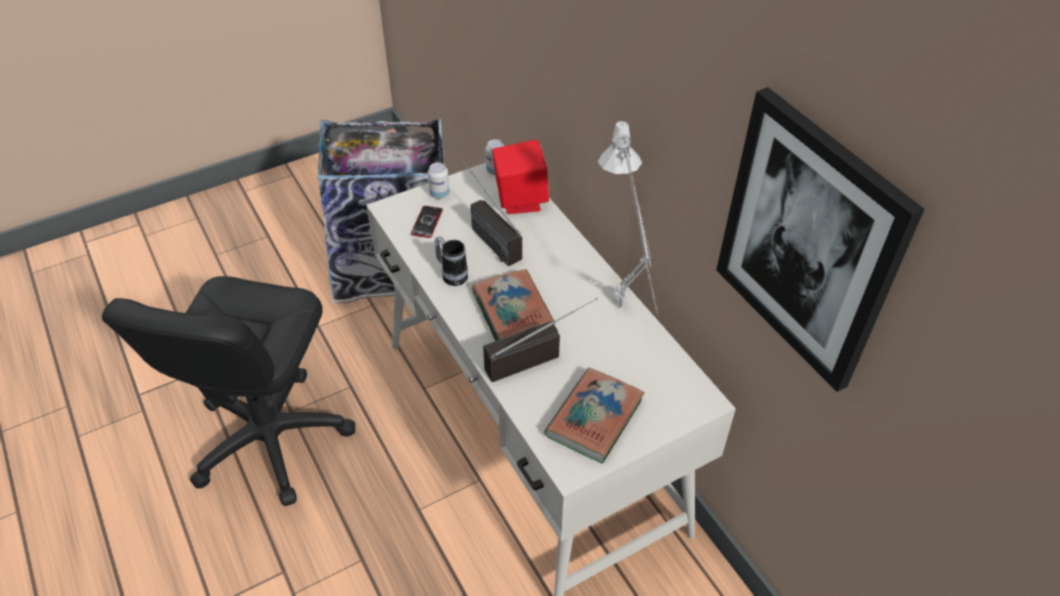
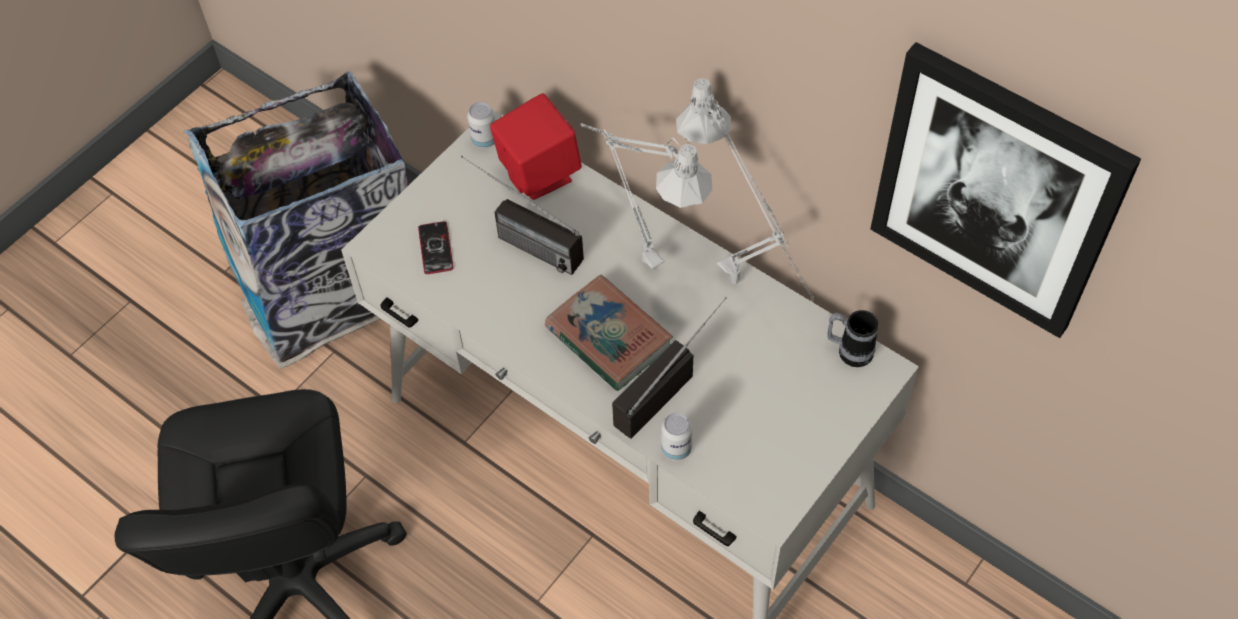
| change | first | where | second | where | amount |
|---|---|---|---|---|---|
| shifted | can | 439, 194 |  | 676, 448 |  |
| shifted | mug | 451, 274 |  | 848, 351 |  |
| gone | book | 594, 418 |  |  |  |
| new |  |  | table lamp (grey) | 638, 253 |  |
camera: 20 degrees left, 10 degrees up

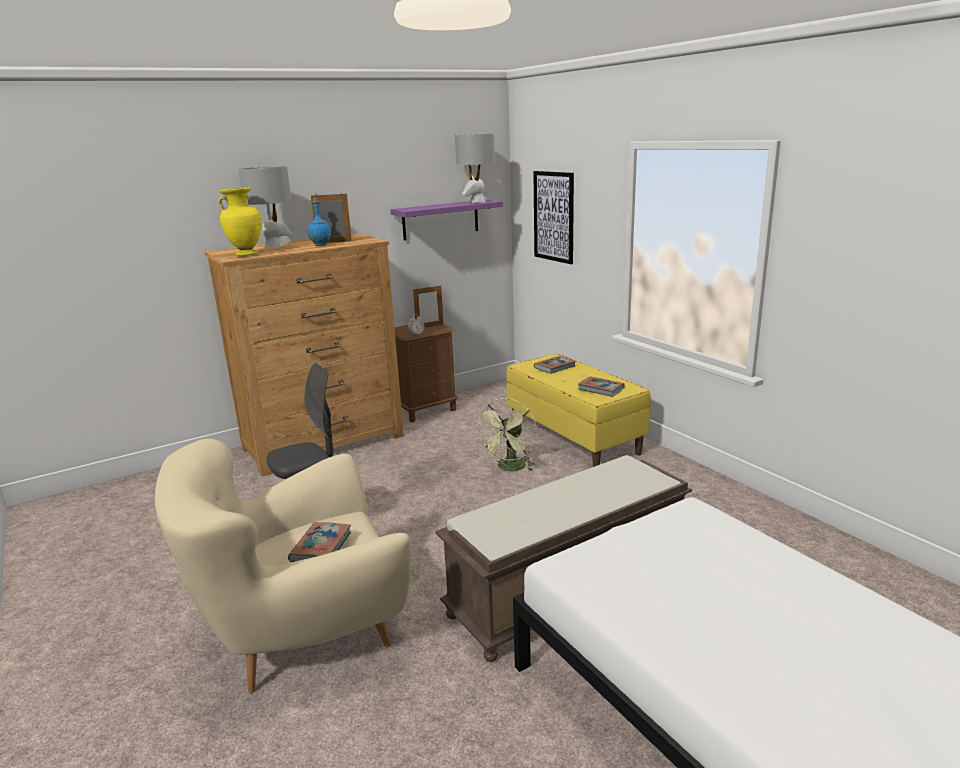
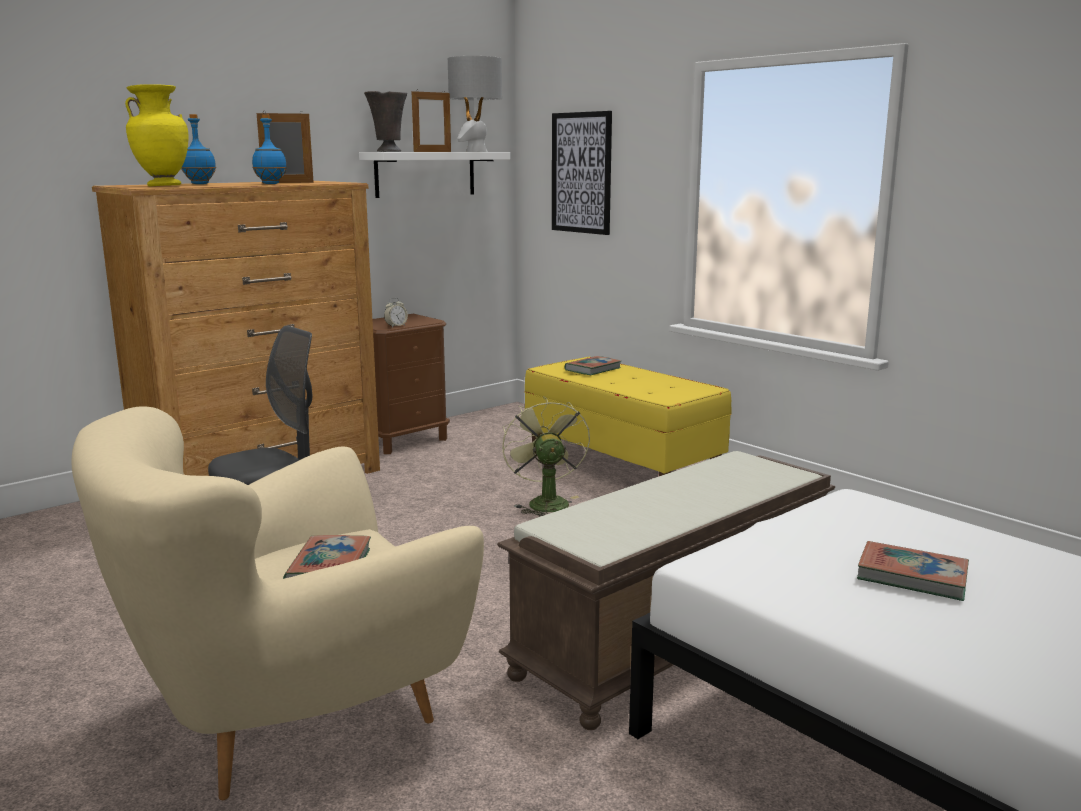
| change | first | where | second | where | amount |
|---|---|---|---|---|---|
| swapped | table lamp (grey) | 274, 246 | beverage bottle (blue) | 199, 184 |  |
| repainted | shelf (purple-coloured) | 440, 219 | shelf (whitish) | 425, 174 |  |
| shifted | standing frame | 429, 326 |  | 432, 151 |  |
| shifted | book | 601, 389 |  | 912, 577 |  |
| rotated | fan (greenish) | 510, 468 |  | 544, 502 | 150 degrees clockwise |
| new |  |  | decorative vase (grey) | 388, 151 |  |
camera: 10 degrees left, 5 degrees down

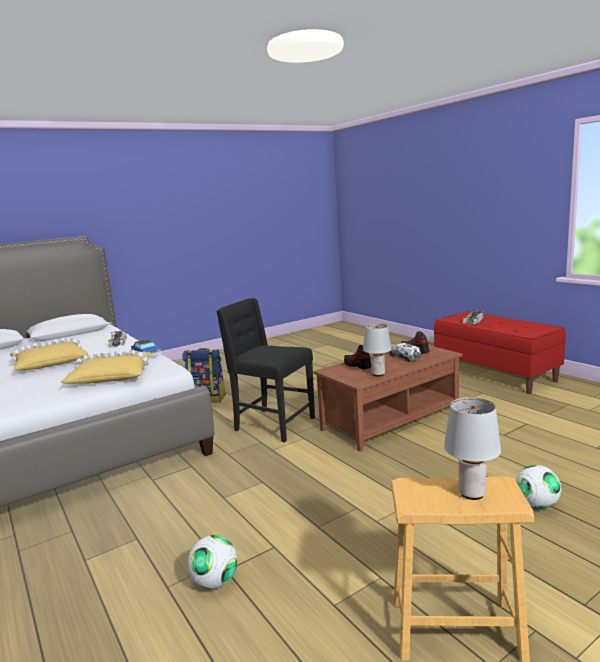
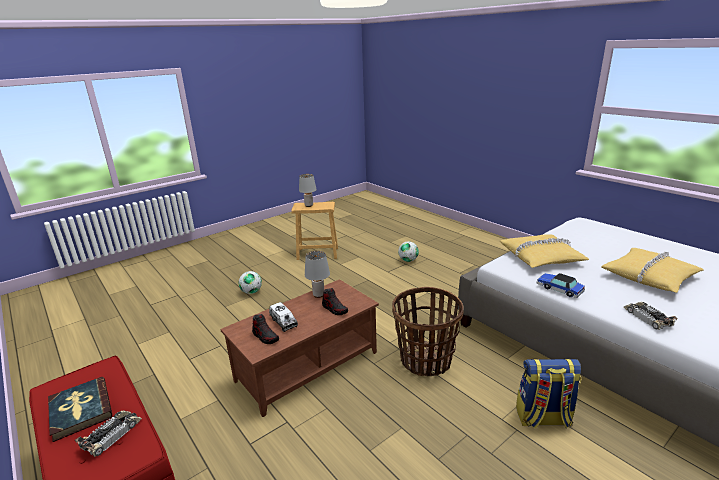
| change | first | where | second | where | amount |
|---|---|---|---|---|---|
| swapped | chair (black-coloured) | 272, 425 | household basket | 425, 360 |  |
| new |  |  | book | 80, 410 |  |
camera: 175 degrees right, 10 degrees up

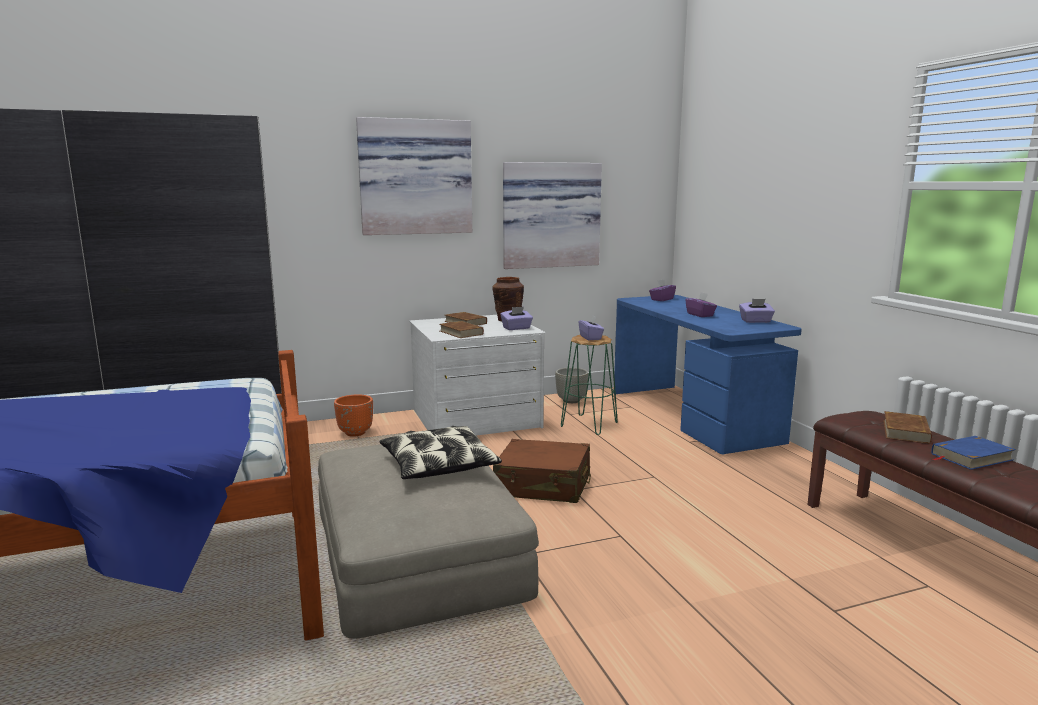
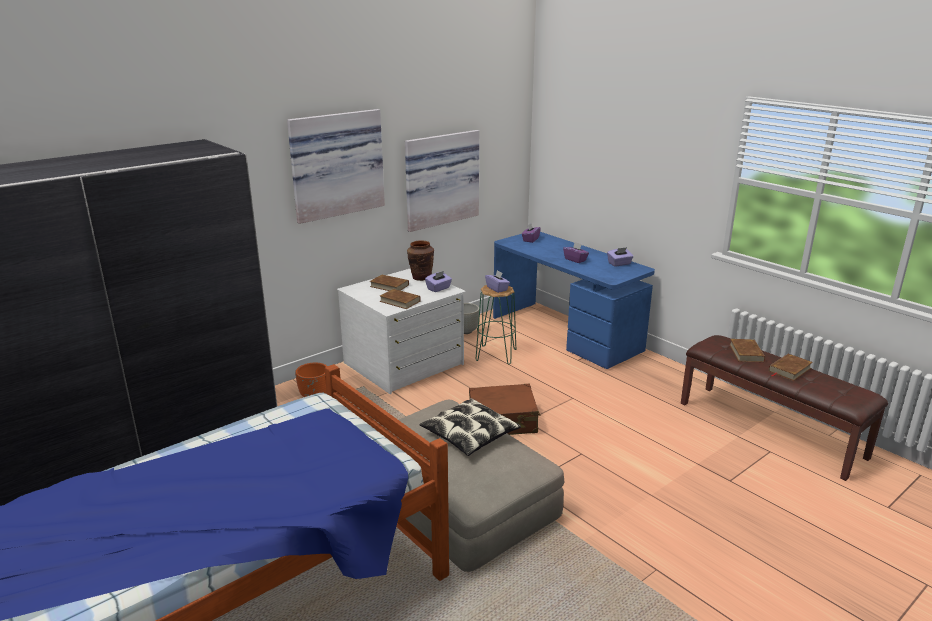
| change | first | where | second | where | amount |
|---|---|---|---|---|---|
| repainted | book (blue) | 971, 457 | book (brownish) | 789, 370 |  |
camera: 20 degrees left, 10 degrees up

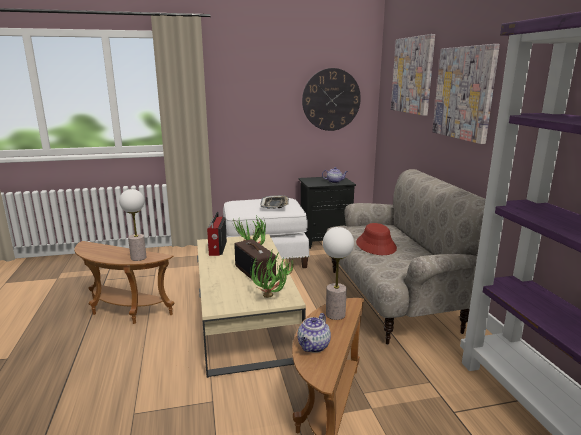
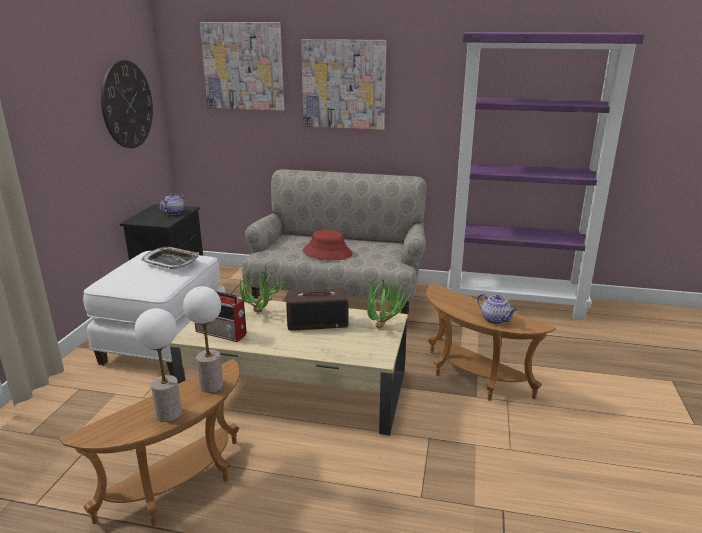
| change | first | where | second | where | amount |
|---|---|---|---|---|---|
| shifted | table lamp | 335, 314 |  | 169, 414 |  |
camera: 65 degrees left, 5 degrees up

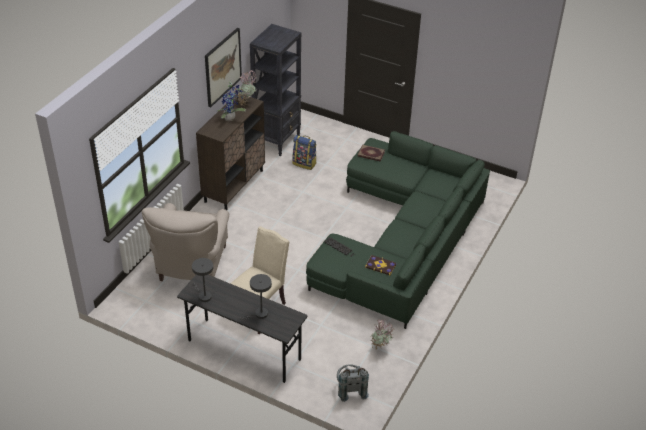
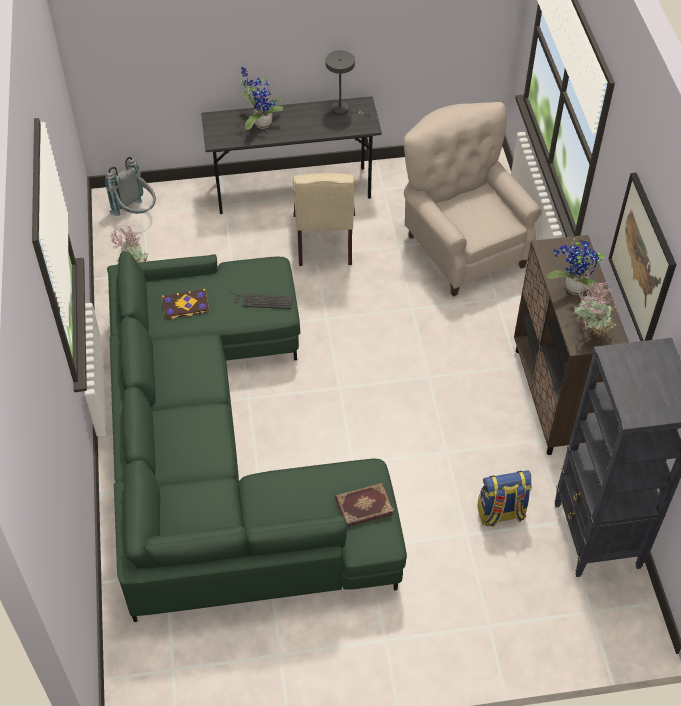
| change | first | where | second | where | amount |
|---|---|---|---|---|---|
| swapped | table lamp (grey) | 259, 314 | houseplant | 260, 123 |  |
camera: 145 degrees right, 10 degrees up

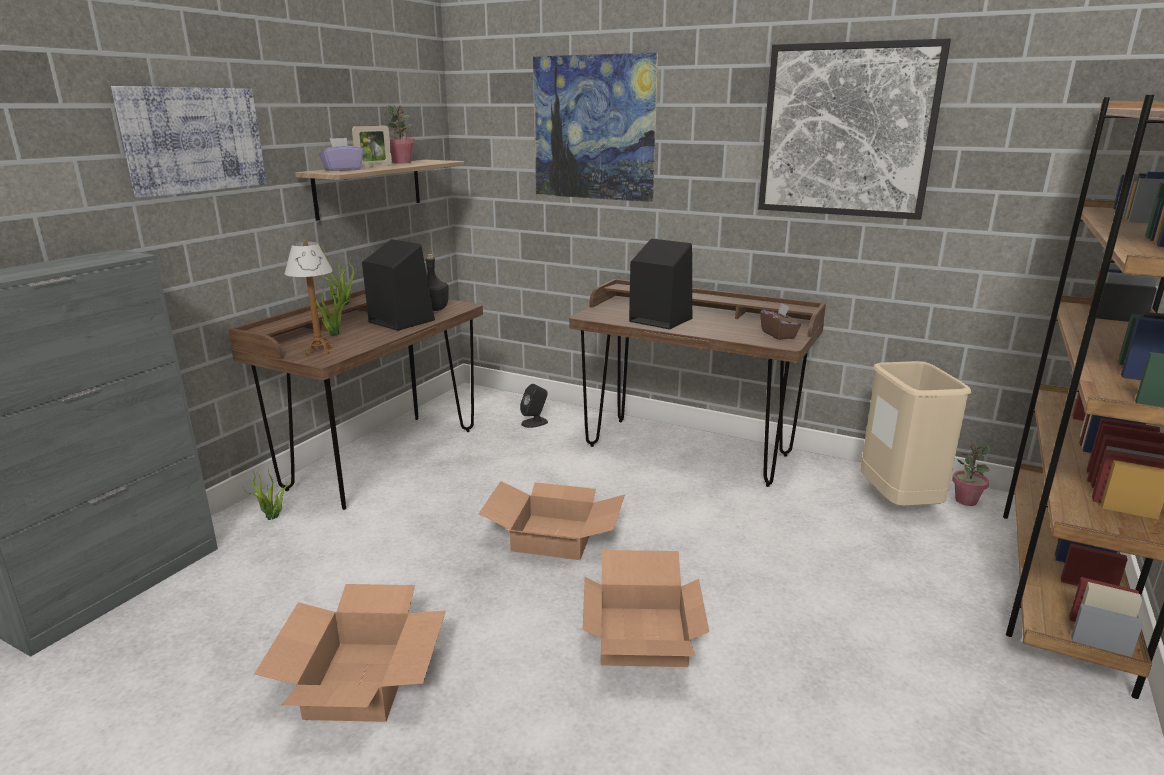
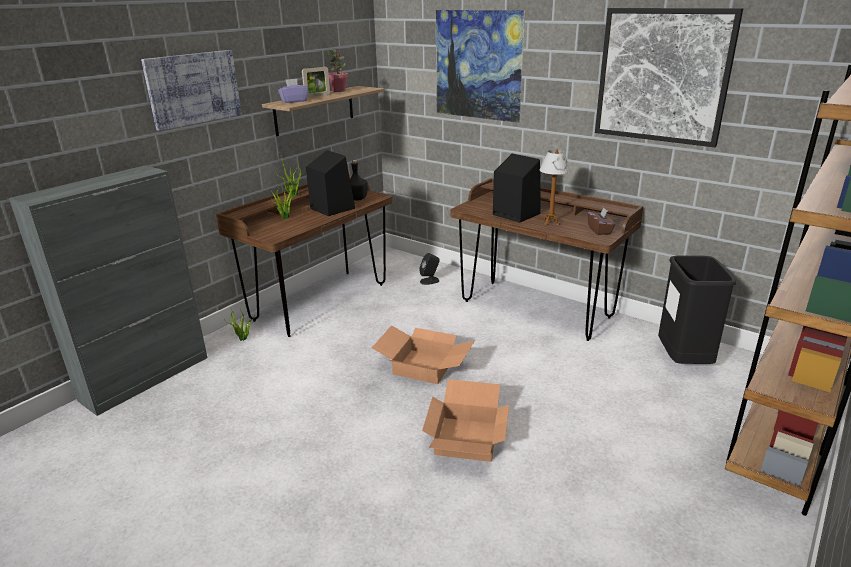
| change | first | where | second | where | amount |
|---|---|---|---|---|---|
| shifted | table lamp | 319, 351 |  | 550, 222 |  |
| repainted | waste bin (beige) | 897, 503 | waste bin (black-coloured) | 682, 360 |  |
| gone | houseplant | 965, 501 |  |  |  |
| gone | packing box | 361, 680 |  |  |  |
camera: 10 degrees right, 5 degrees up

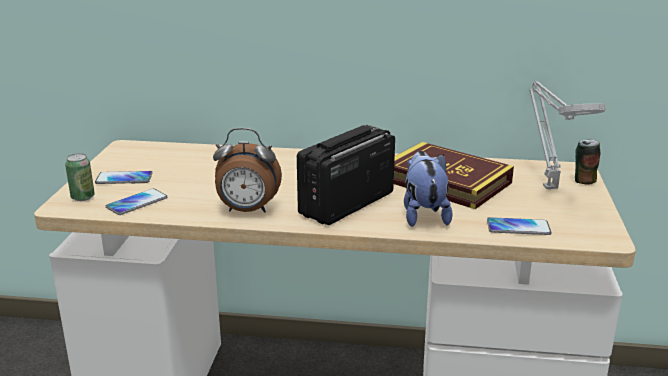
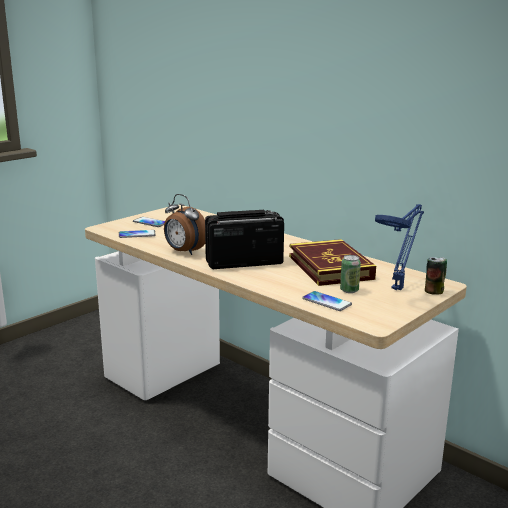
| change | first | where | second | where | amount |
|---|---|---|---|---|---|
| repainted | table lamp (grey) | 548, 186 | table lamp (blue) | 398, 288 |  |
| gone | plush toy | 423, 214 |  |  |  |
| shifted | can | 83, 197 |  | 349, 290 |  |
camera: 35 degrees right, 5 degrees down

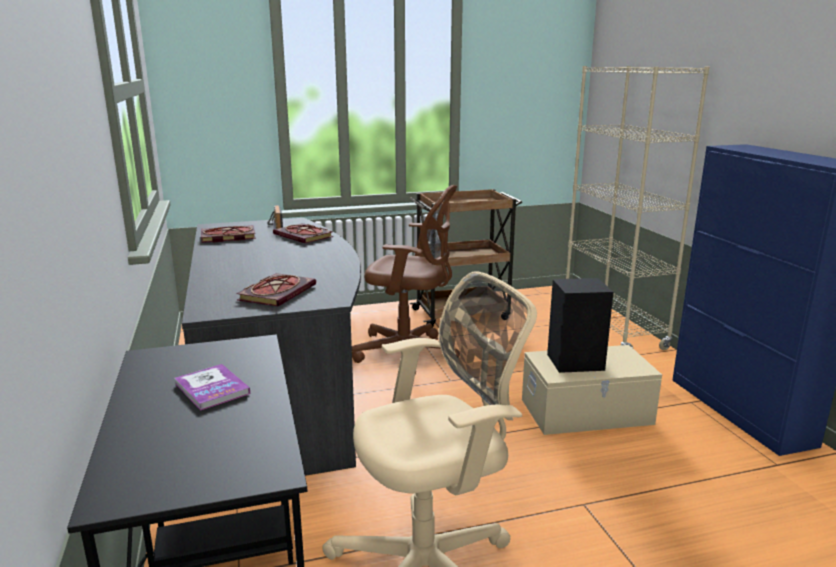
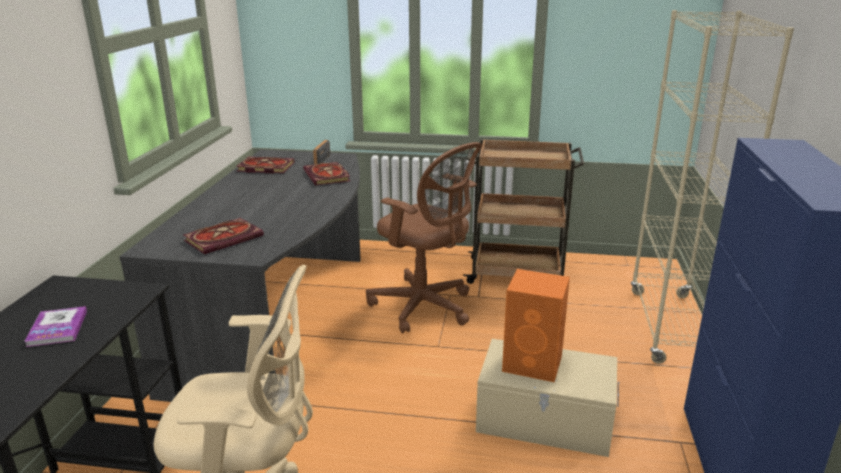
| change | first | where | second | where | amount |
|---|---|---|---|---|---|
| repainted | audio speaker (black-coloured) | 576, 362 | audio speaker (orange-coloured) | 534, 364 |  |
camera: 25 degrees right, 5 degrees up

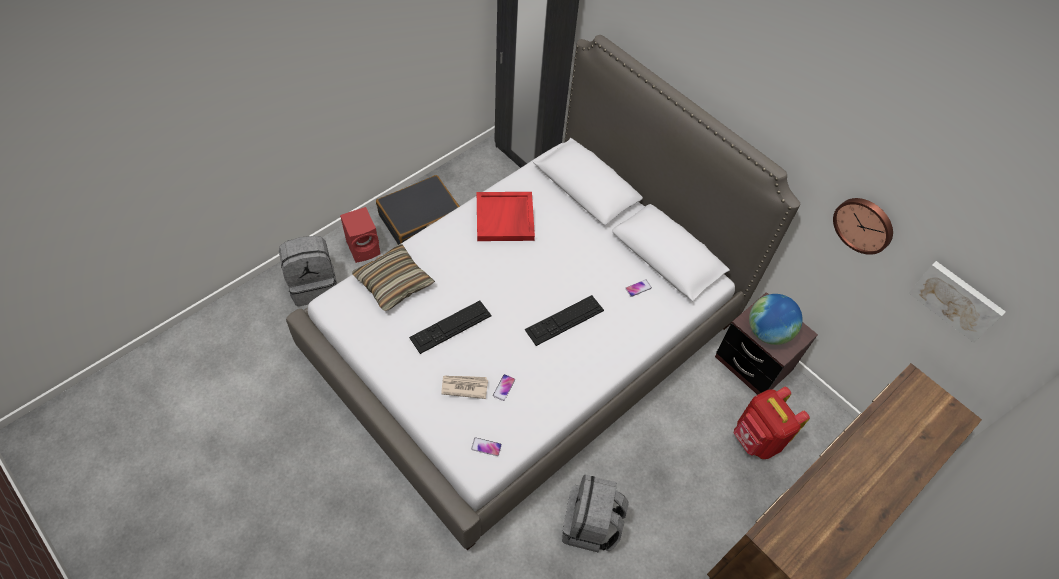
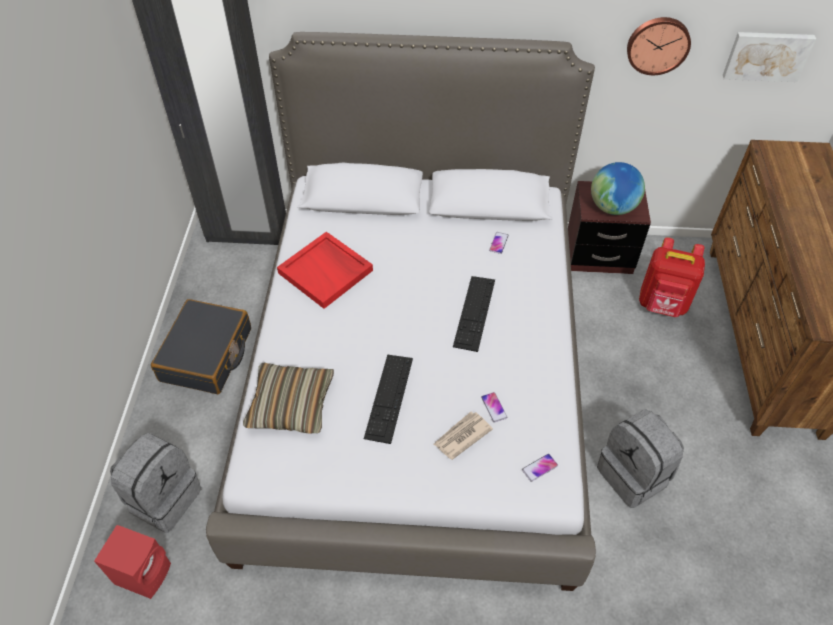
| change | first | where | second | where | amount |
|---|---|---|---|---|---|
| shifted | audio speaker (red-coloured) | 364, 248 |  | 144, 572 |  |
camera: 40 degrees left, 5 degrees down

